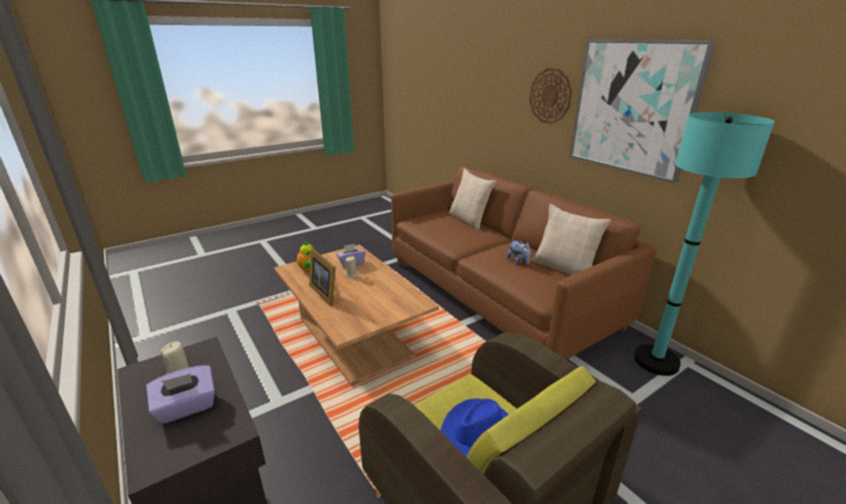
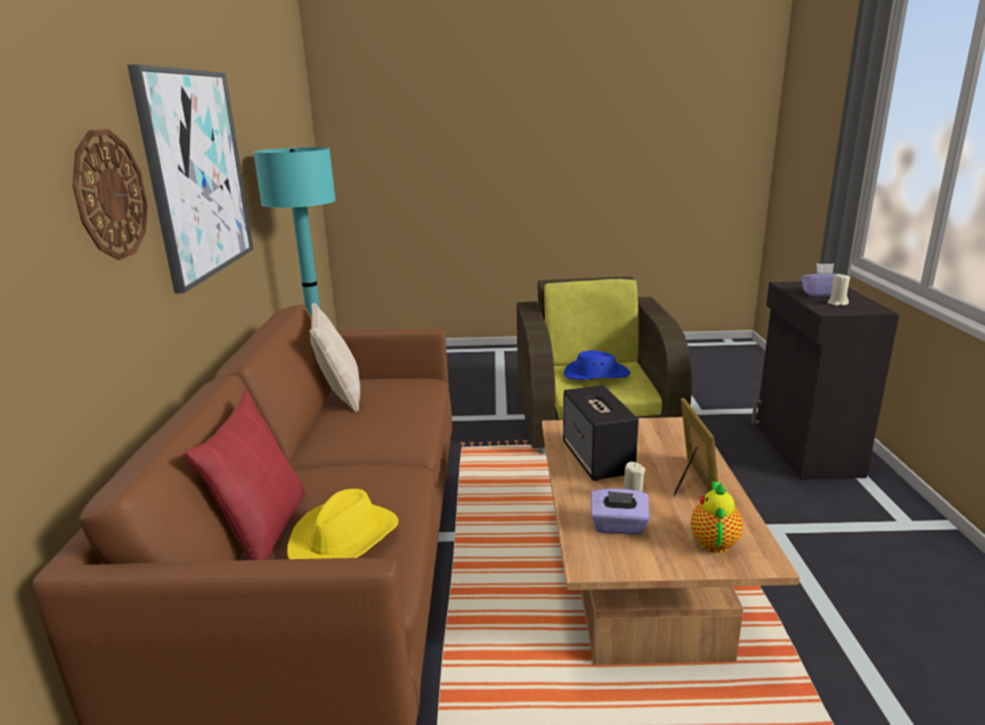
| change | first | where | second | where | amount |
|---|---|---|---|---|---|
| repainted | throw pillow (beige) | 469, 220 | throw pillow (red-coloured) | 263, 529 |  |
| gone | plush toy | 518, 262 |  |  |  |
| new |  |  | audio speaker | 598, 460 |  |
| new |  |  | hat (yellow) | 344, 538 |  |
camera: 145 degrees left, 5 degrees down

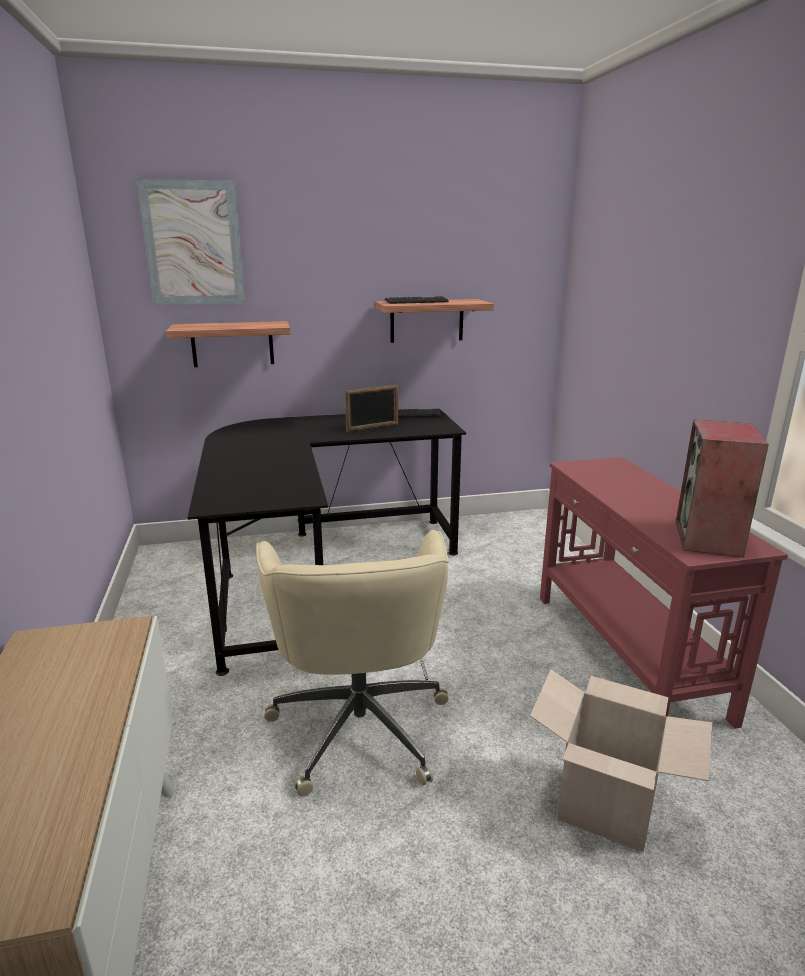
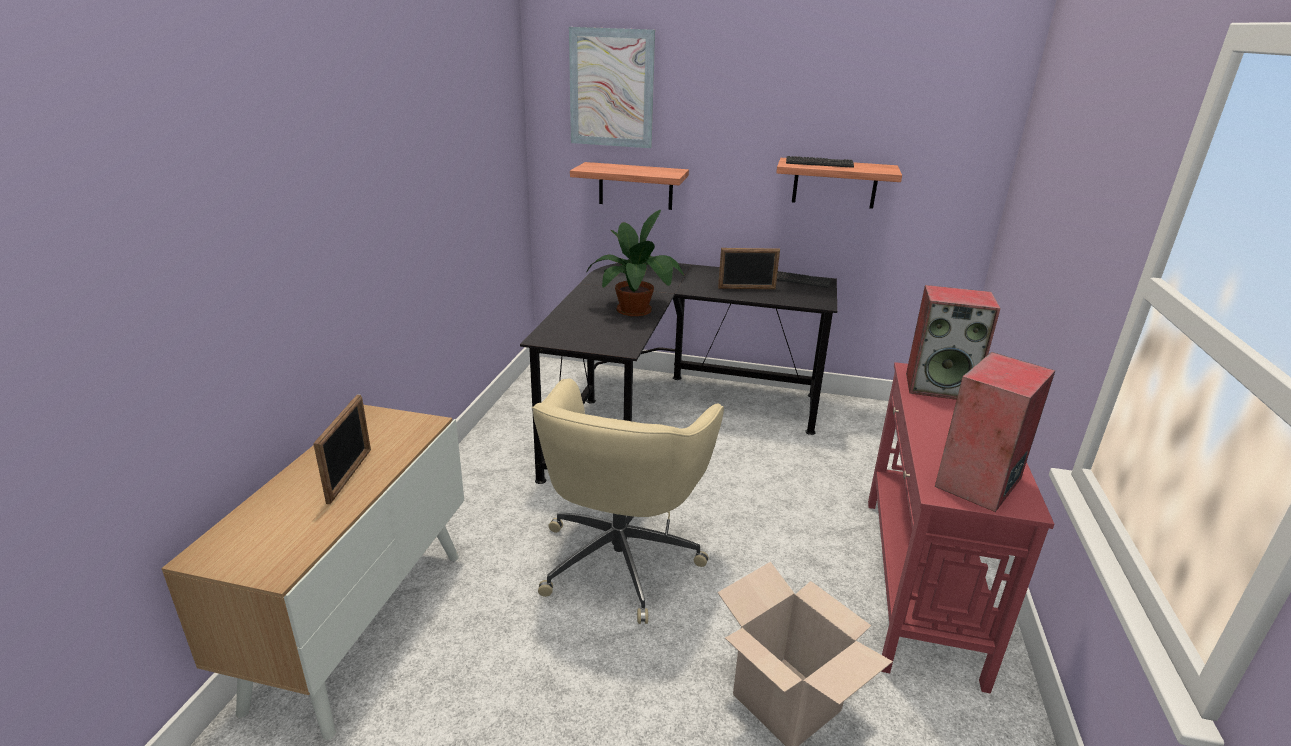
| change | first | where | second | where | amount |
|---|---|---|---|---|---|
| new |  |  | houseplant | 637, 310 |  |
| new |  |  | audio speaker | 940, 386 |  |
| new |  |  | standing frame | 350, 475 |  |
camera: 25 degrees right, 5 degrees up

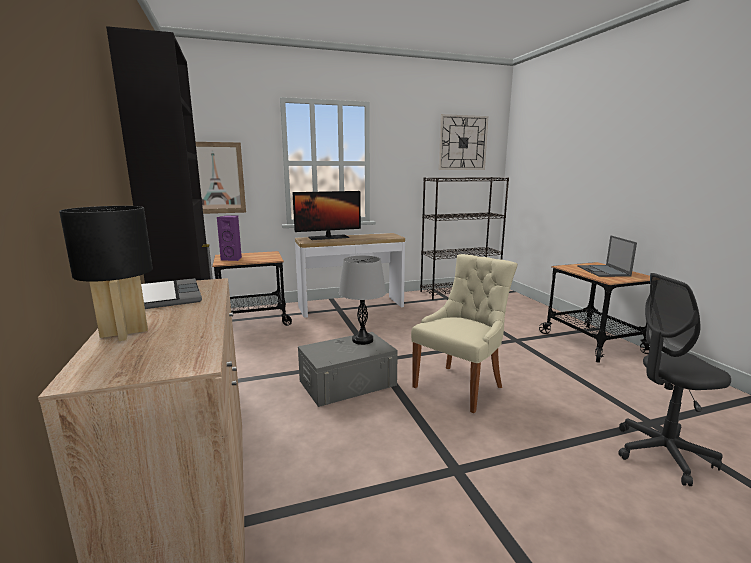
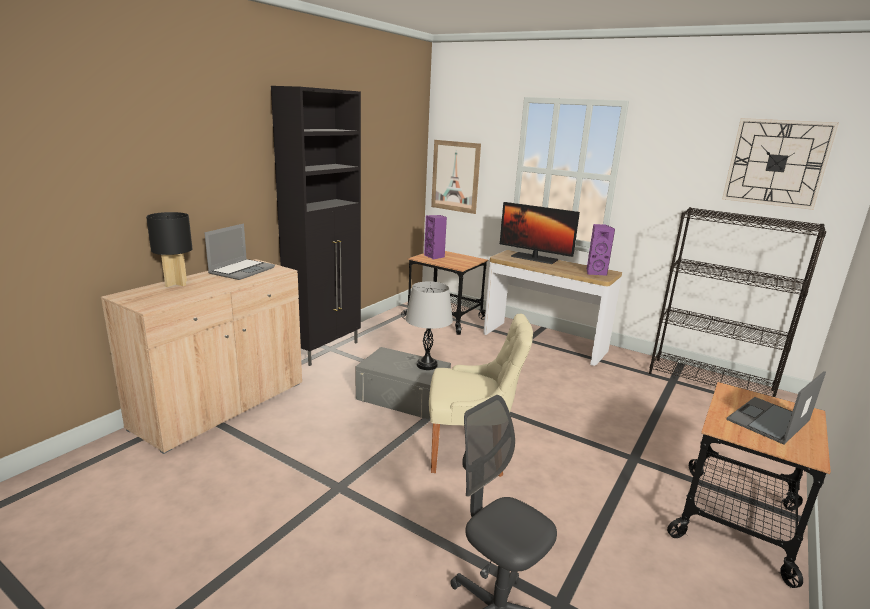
| change | first | where | second | where | amount |
|---|---|---|---|---|---|
| new |  |  | audio speaker (purple-coloured) | 595, 272 |  |
camera: 50 degrees right, 5 degrees up

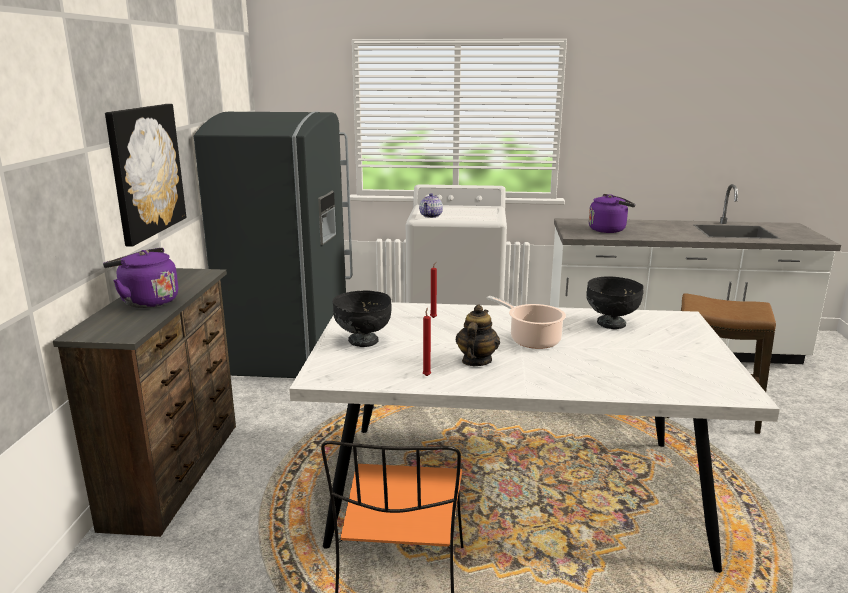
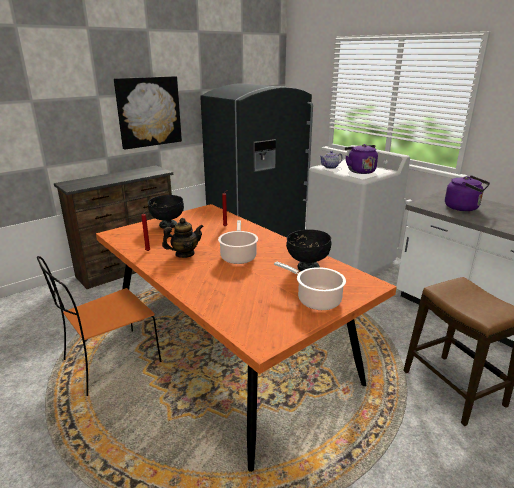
| change | first | where | second | where | amount |
|---|---|---|---|---|---|
| shifted | kettle (purple-coloured) | 147, 301 |  | 359, 171 |  |
| repainted | dining table (whitish) | 511, 491 | dining table (orange-coloured) | 228, 353 |  |
| new |  |  | cooking pot | 316, 300 |  |
camera: 45 degrees right, 5 degrees up

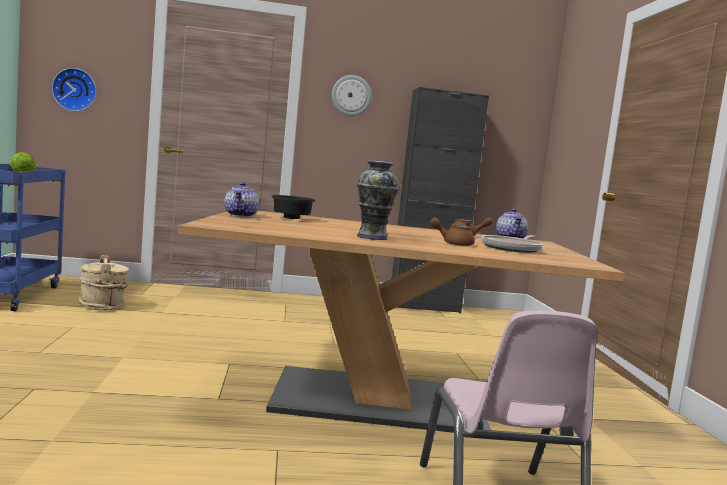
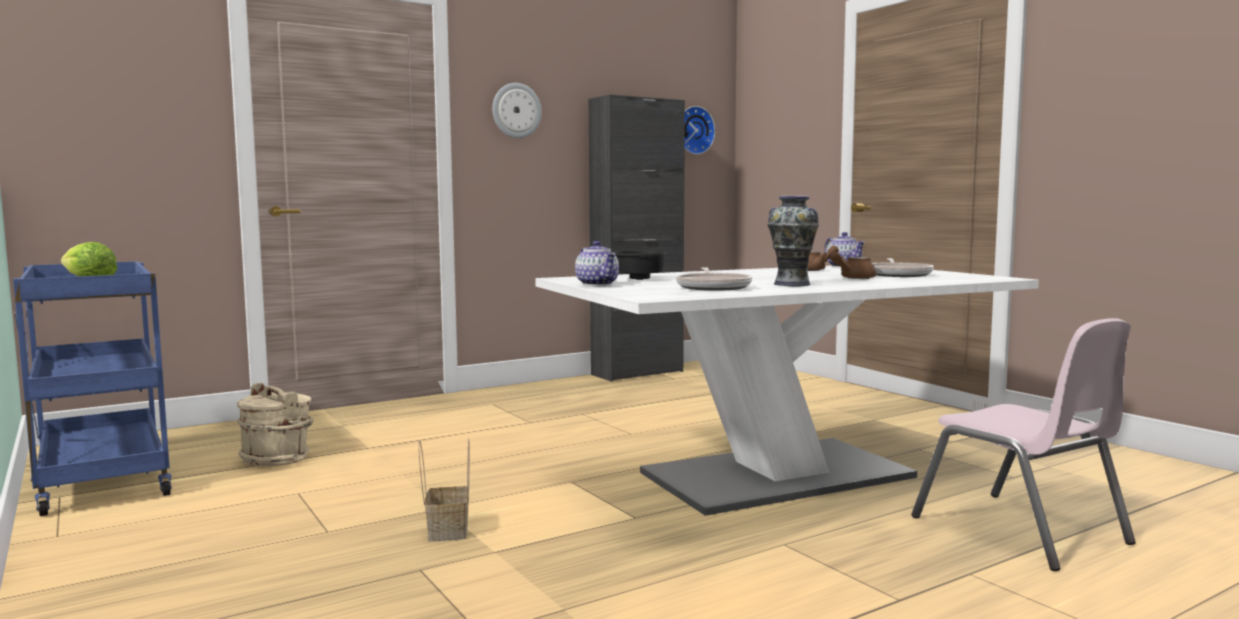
| change | first | where | second | where | amount |
|---|---|---|---|---|---|
| shifted | wall clock | 75, 90 |  | 693, 130 |  |
| repainted | dining table (brownish) | 378, 400 | dining table (whitish) | 777, 475 |  |
| new |  |  | pan | 713, 287 |  |
| new |  |  | household basket | 447, 530 |  |
camera: 25 degrees left, 0 degrees up

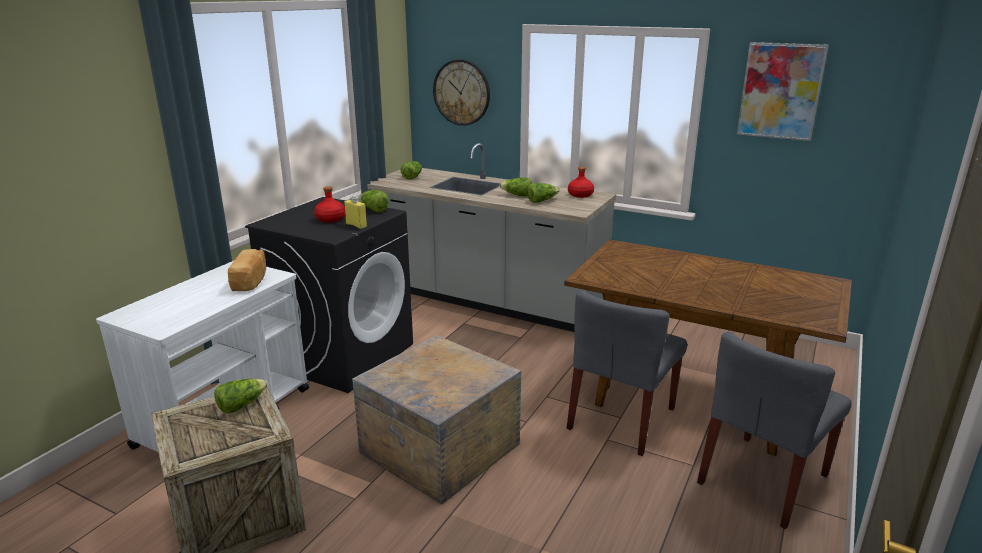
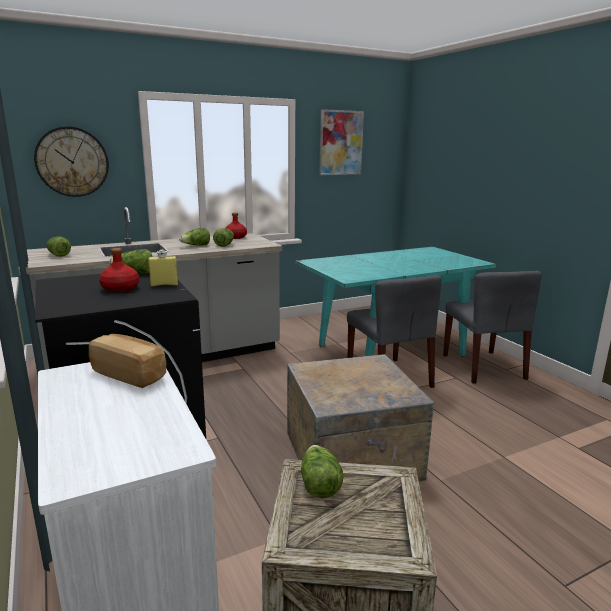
| change | first | where | second | where | amount |
|---|---|---|---|---|---|
| repainted | dining table (brownish) | 692, 397 | dining table (blue-green) | 389, 350 |  |
camera: 55 degrees left, 5 degrees down

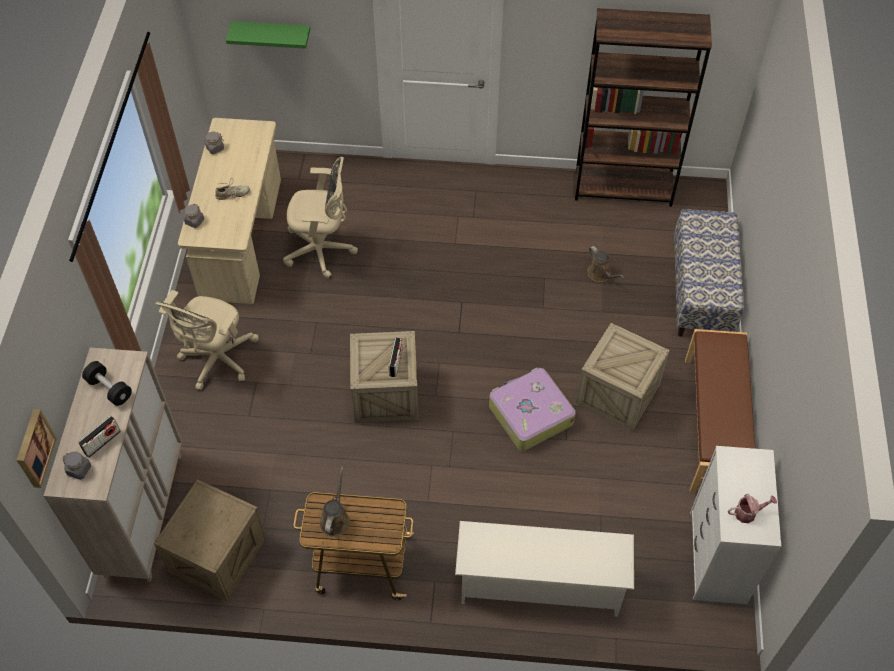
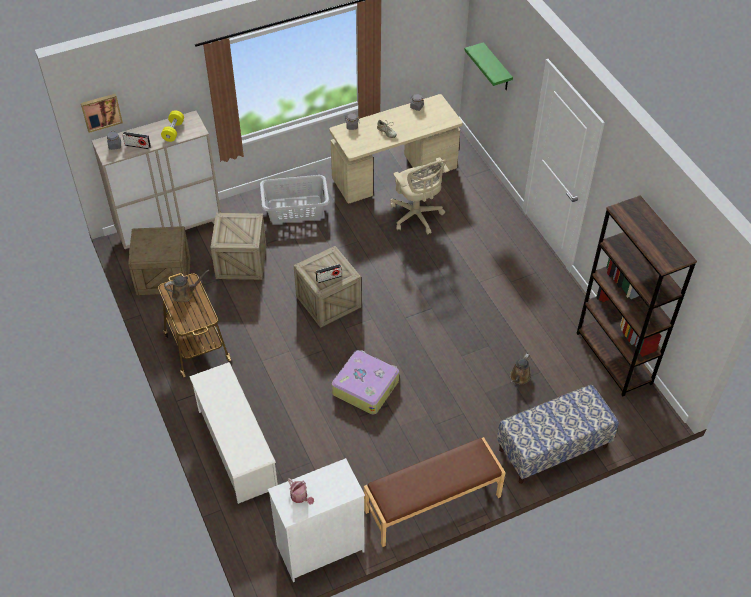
| change | first | where | second | where | amount |
|---|---|---|---|---|---|
| swapped | office chair (beige) | 216, 361 | laundry basket (grey) | 295, 209 |  |
| shifted | packing crate | 617, 393 |  | 241, 261 |  |
| repainted | free weight (black-coloured) | 109, 389 | free weight (yellow) | 173, 131 |  |
camera: 60 degrees right, 5 degrees down

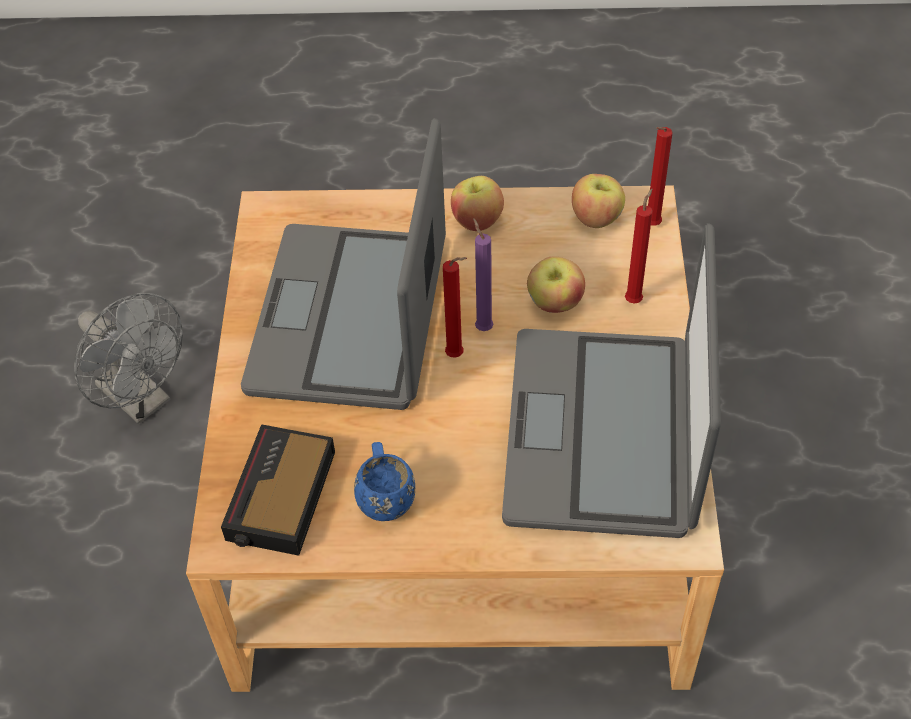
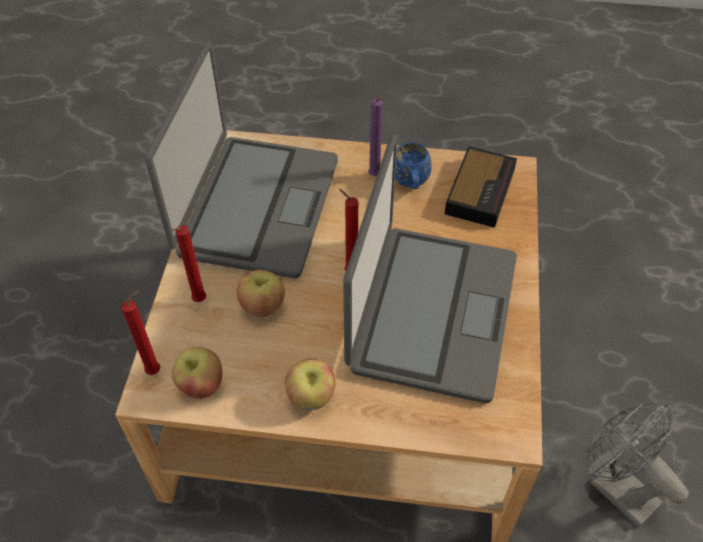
| change | first | where | second | where | amount |
|---|---|---|---|---|---|
| shifted | wax candle (purple-coloured) | 482, 327 |  | 375, 177 |  |
camera: 175 degrees left, 0 degrees up

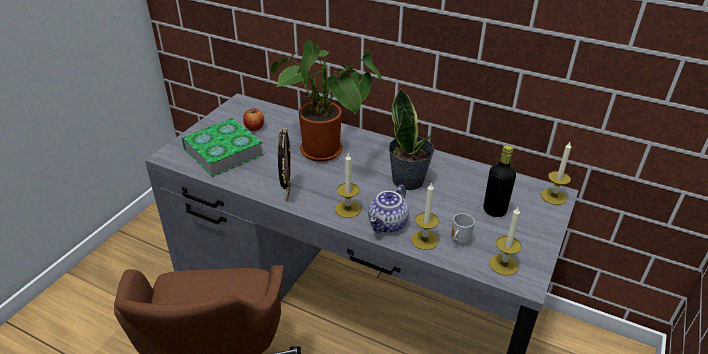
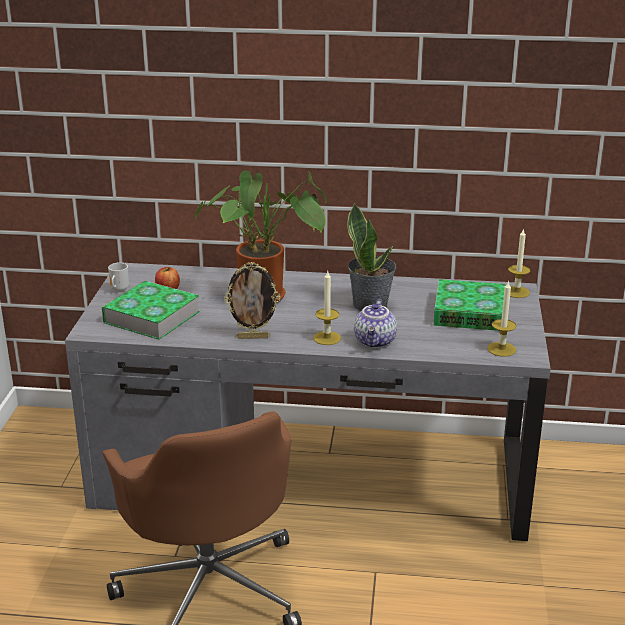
| change | first | where | second | where | amount |
|---|---|---|---|---|---|
| rotated | standing frame | 287, 193 |  | 253, 337 | 105 degrees clockwise |
| swapped | beverage bottle (black-coloured) | 494, 211 | book | 469, 312 |  |
| gone | wax candle | 424, 240 |  |  |  |
| shifted | mug | 458, 241 |  | 118, 290 |  |
camera: 20 degrees left, 10 degrees down

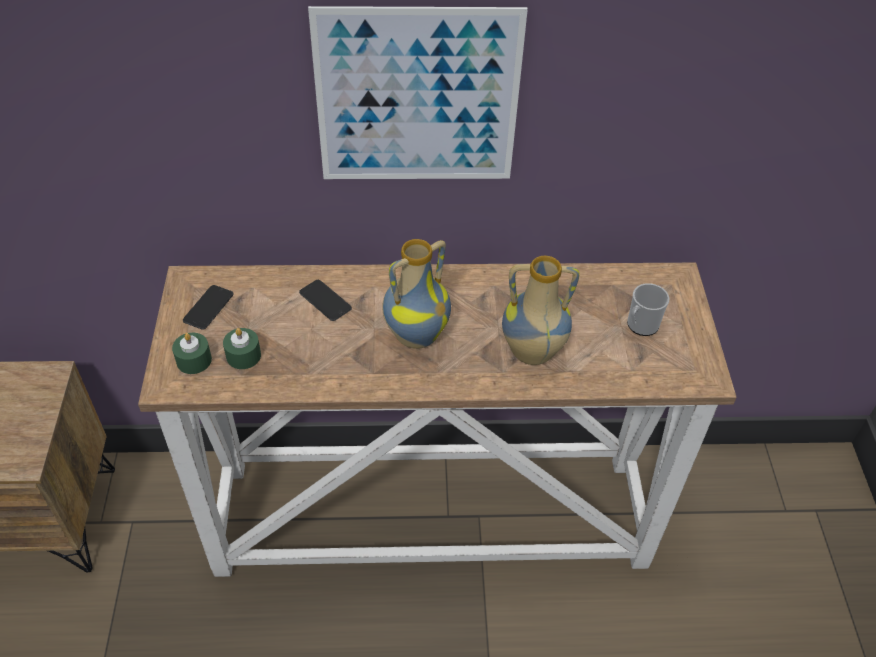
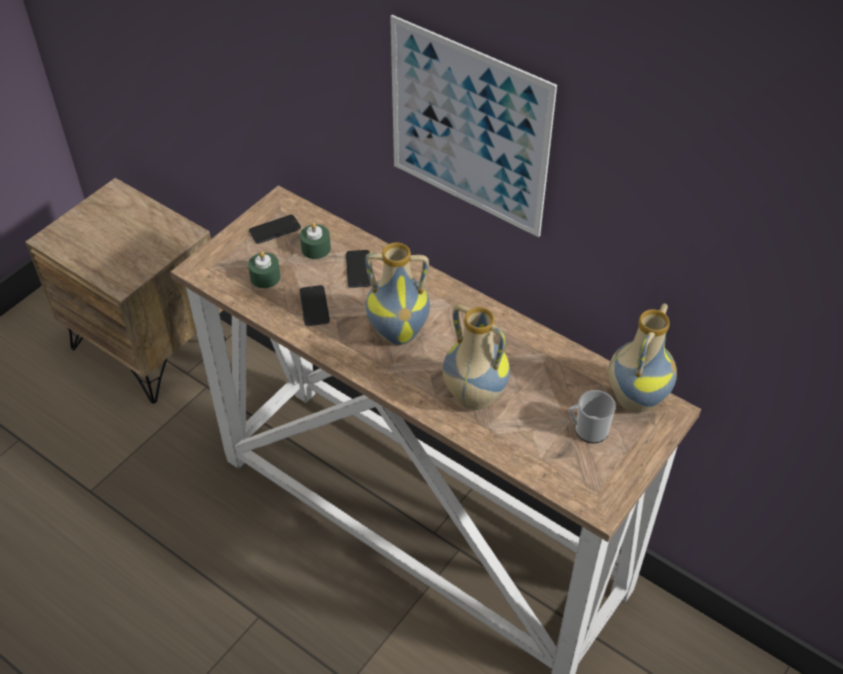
| change | first | where | second | where | amount |
|---|---|---|---|---|---|
| shifted | wax candle (greenish) | 194, 360 |  | 316, 248 |  |
| new |  |  | telephone | 314, 306 |  |
| new |  |  | decorative vase | 634, 398 |  |
camera: 40 degrees right, 0 degrees up

